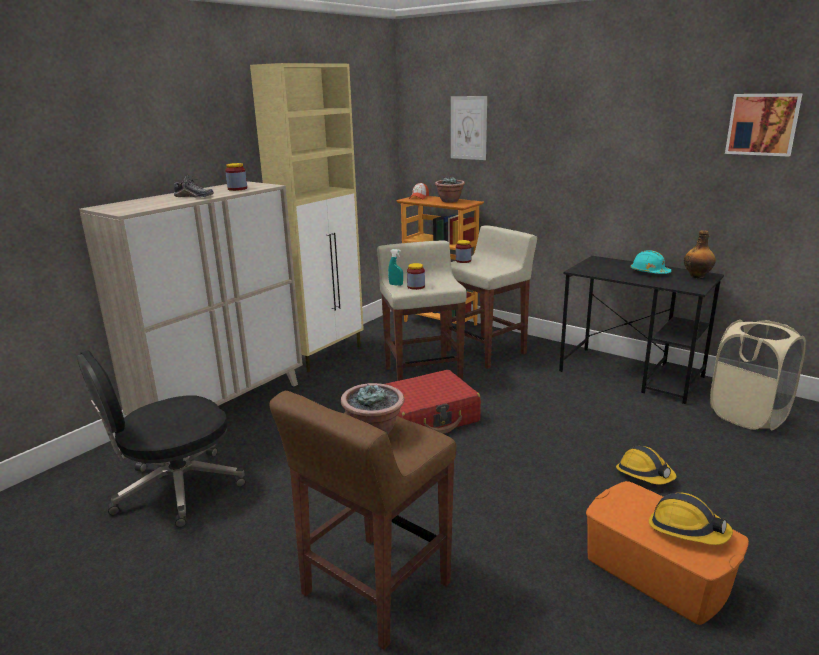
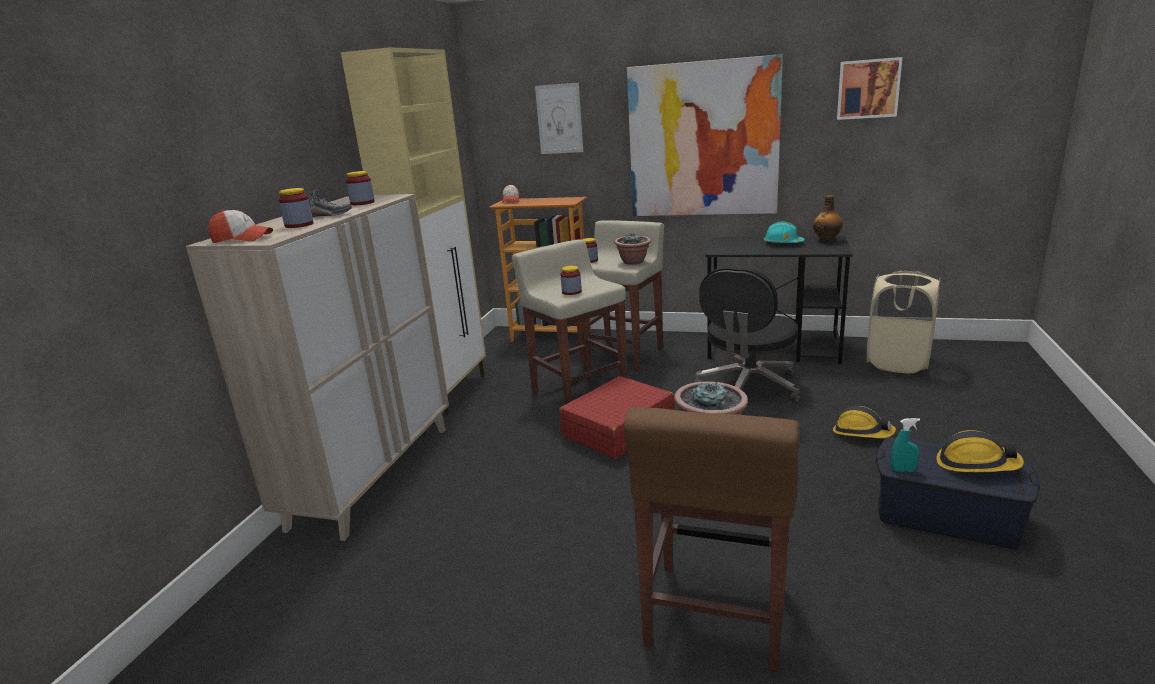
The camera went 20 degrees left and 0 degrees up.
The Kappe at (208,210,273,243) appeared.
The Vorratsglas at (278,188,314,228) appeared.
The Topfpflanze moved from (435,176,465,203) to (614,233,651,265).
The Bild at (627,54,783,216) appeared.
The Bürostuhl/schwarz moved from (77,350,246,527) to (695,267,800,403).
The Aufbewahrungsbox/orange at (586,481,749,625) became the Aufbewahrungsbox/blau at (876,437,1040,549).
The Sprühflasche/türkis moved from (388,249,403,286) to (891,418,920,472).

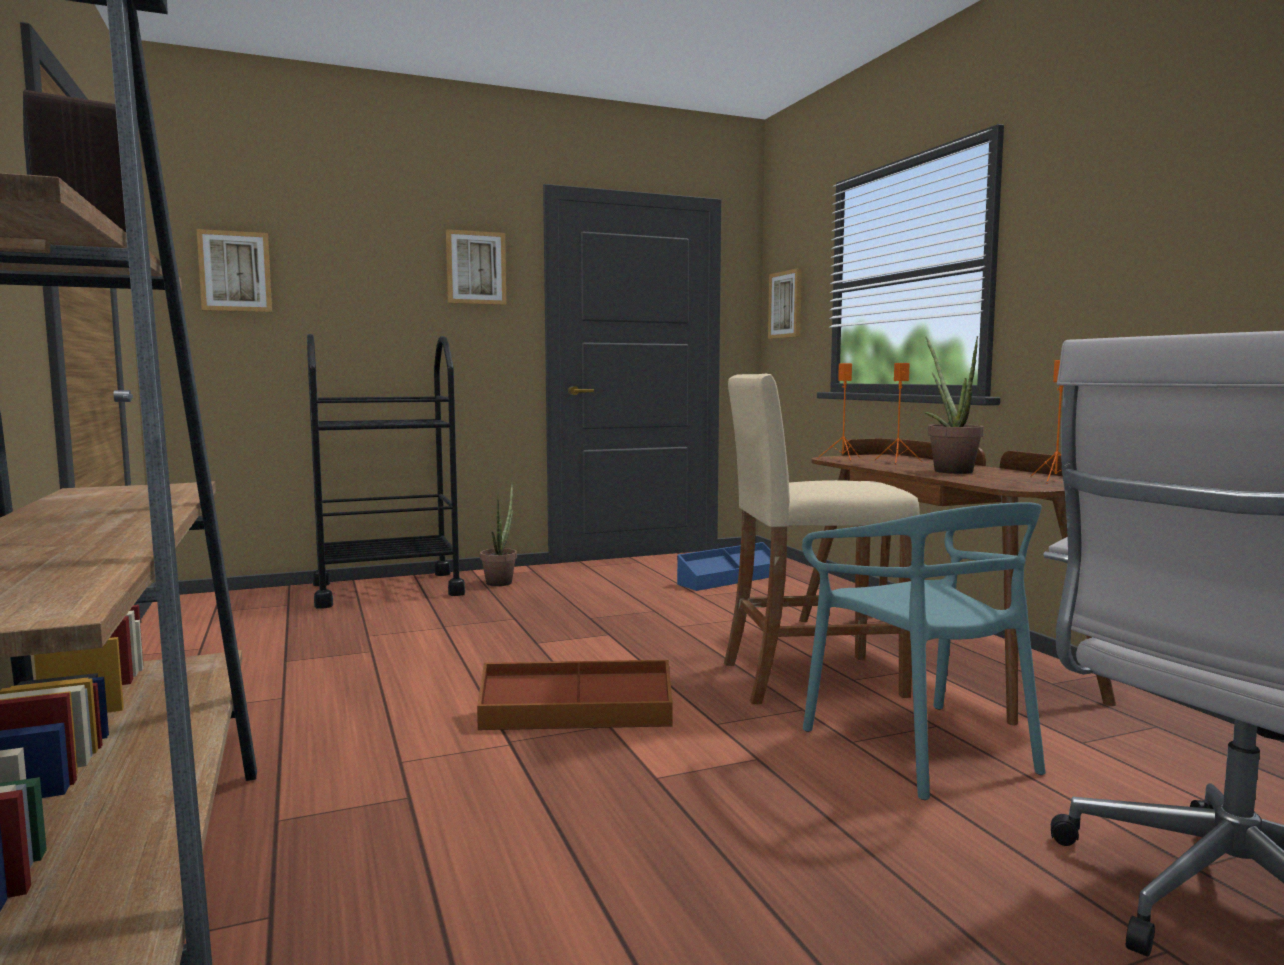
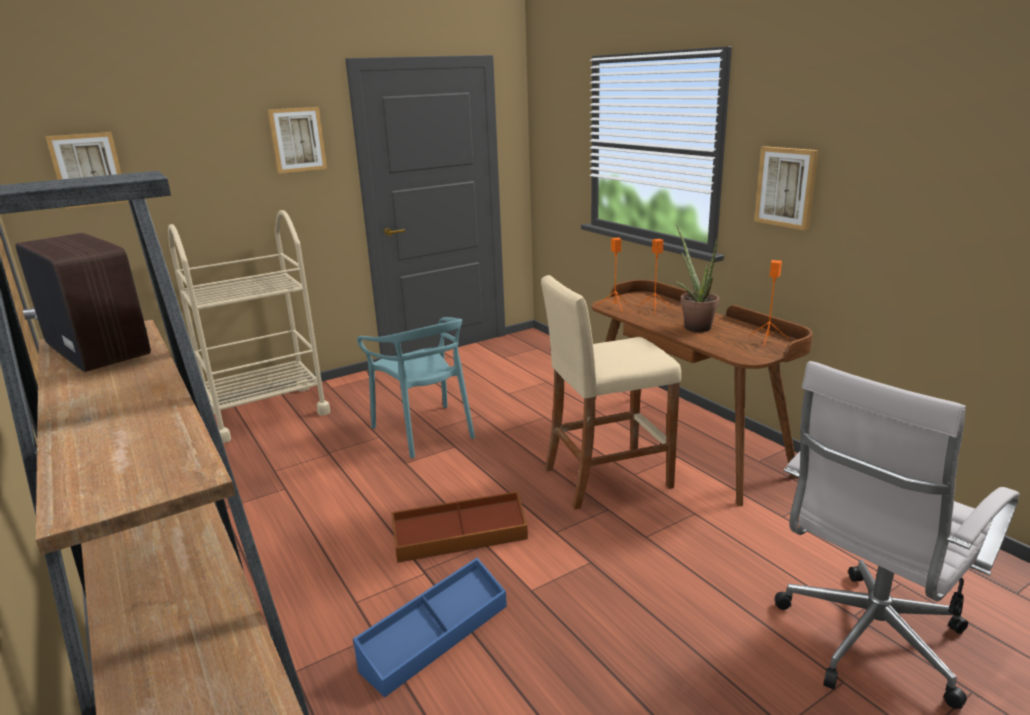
The camera went 10 degrees left and 15 degrees up.
The Rollwagen/schwarz at (307,334,465,609) became the Rollwagen/beige at (168,210,330,443).
The Aufbewahrungsbox/blau moved from (677,542,771,591) to (353,558,507,697).
The Stuhl/türkis moved from (802,502,1046,800) to (357,317,475,458).
The Bild moved from (768,268,802,339) to (754,146,819,230).
The Topfpflanze at (480,484,517,586) disappeared.

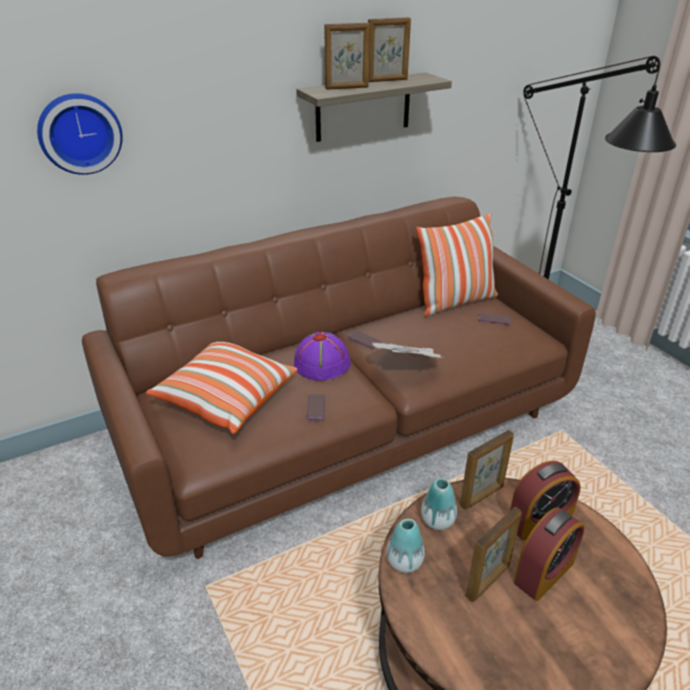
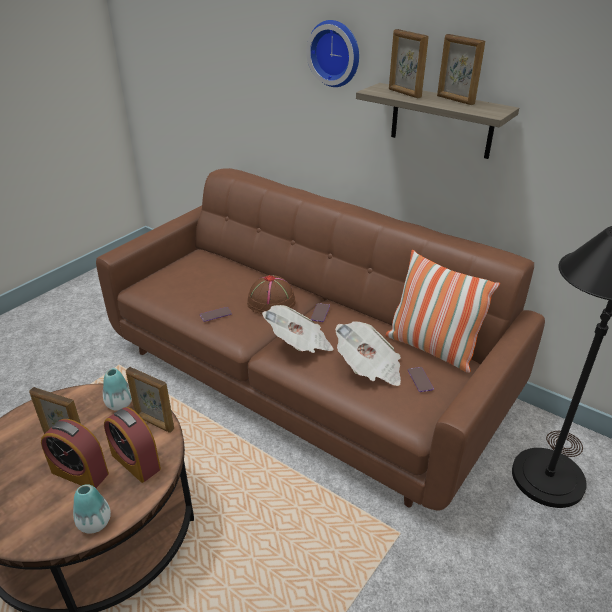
The camera went 65 degrees right and 0 degrees up.
The Vase moved from (386,519,425,573) to (73,484,111,534).
The Hut/lila at (294,332,351,381) became the Hut/braun at (247,275,296,314).
The Wanduhr moved from (37,93,123,175) to (306,20,359,87).
The Zeitung at (335,321,401,386) appeared.
The Kissen at (146,342,297,434) disappeared.

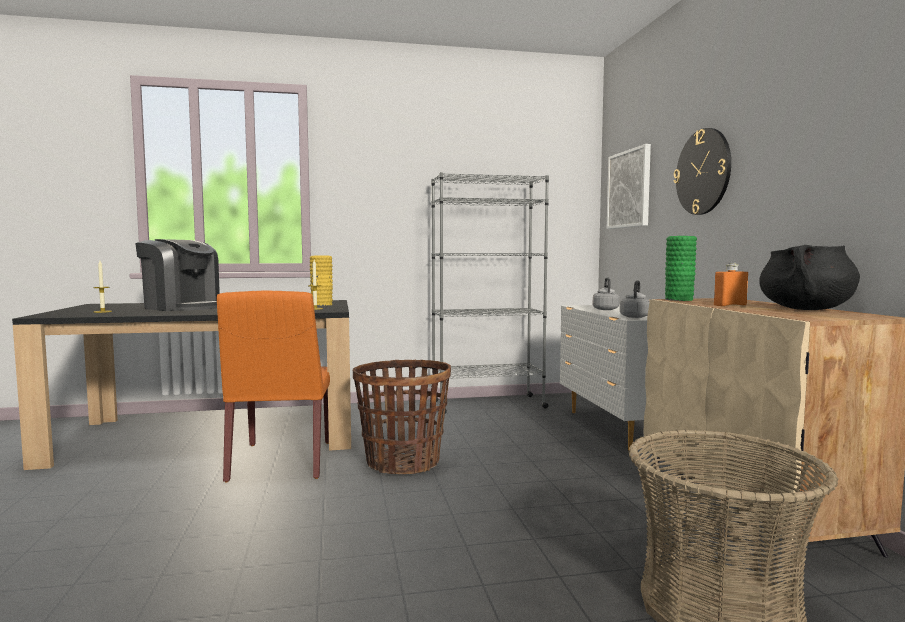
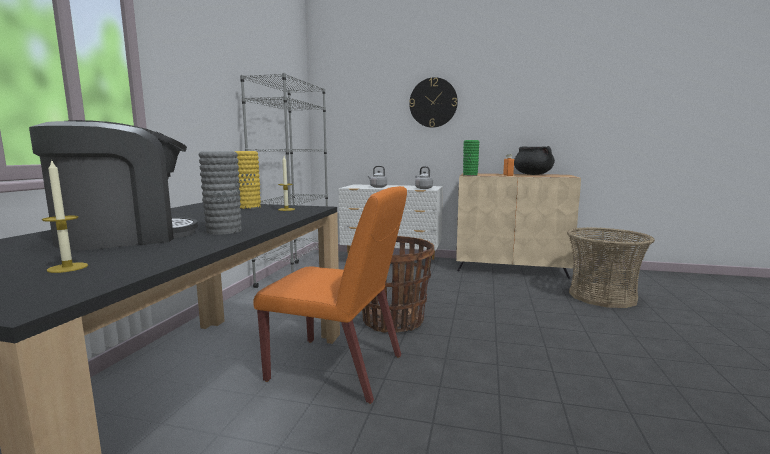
The camera went 65 degrees left and 5 degrees up.
The Vase/grau at (198,151,242,235) appeared.
The Bild at (607,144,651,229) disappeared.

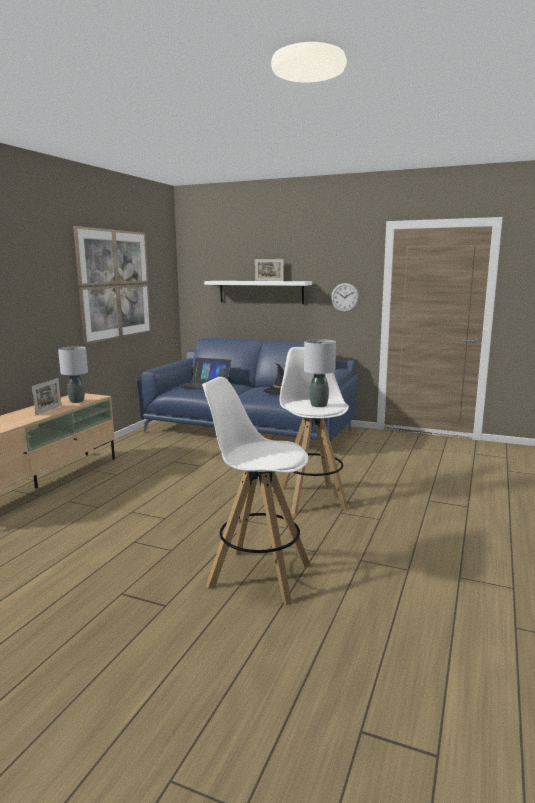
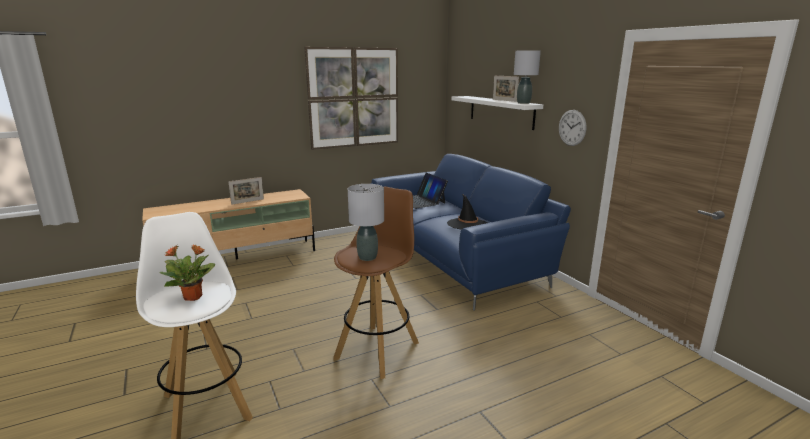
The camera went 40 degrees right and 5 degrees up.
The Topfpflanze at (160,244,215,301) appeared.
The Hocker/weiß at (280,347,349,514) became the Hocker/braun at (333,186,419,379).
The Tischlampe/grau moved from (58,346,88,403) to (514,50,541,104).

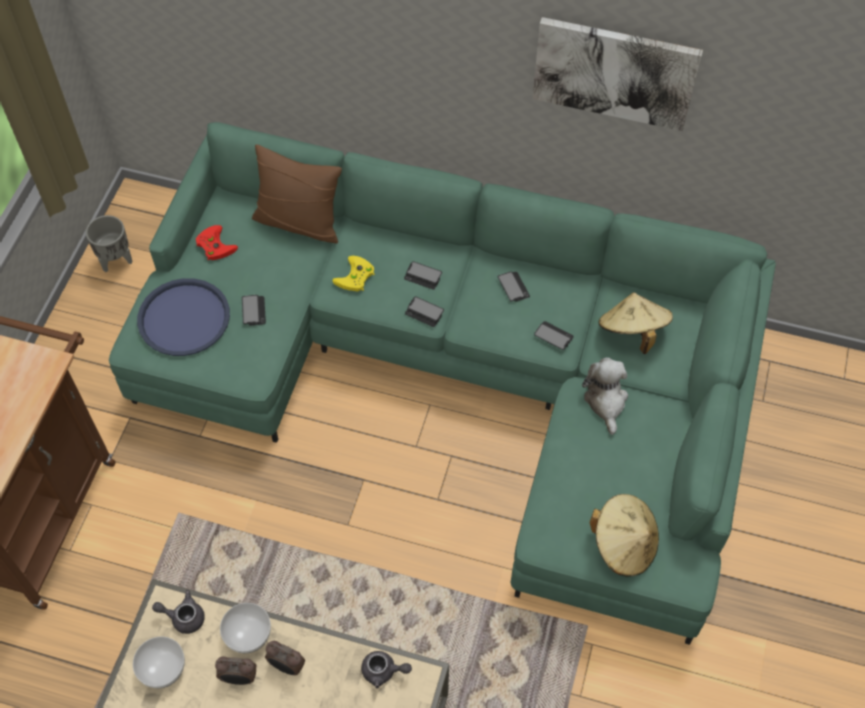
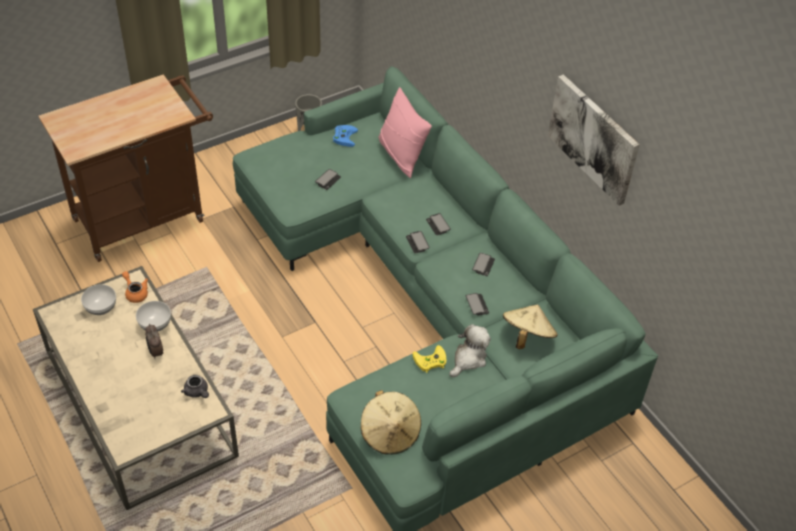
The camera went 40 degrees right and 10 degrees down.
The Teekanne/grau at (152,590,205,634) became the Teekanne/orange at (122,271,148,303).
The Gamepad/rot at (196,225,238,260) became the Gamepad/blau at (333,125,358,147).
The Kissen/braun at (252,144,342,243) became the Kissen/rosa at (379,87,432,178).
The Gamepad/gelb moved from (332,256,375,292) to (412,345,446,373).
The Tablett/blau at (137,278,230,356) disappeared.
The Wecker at (215,656,257,685) disappeared.

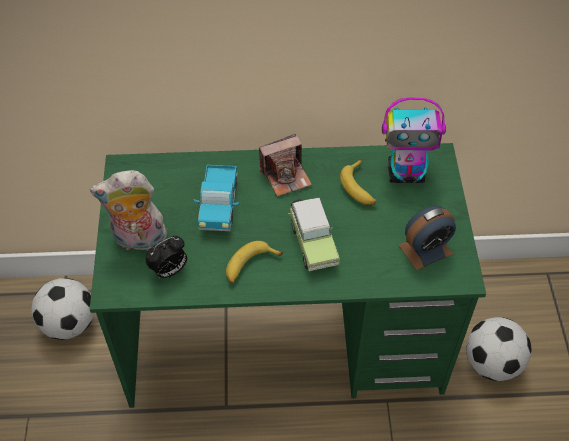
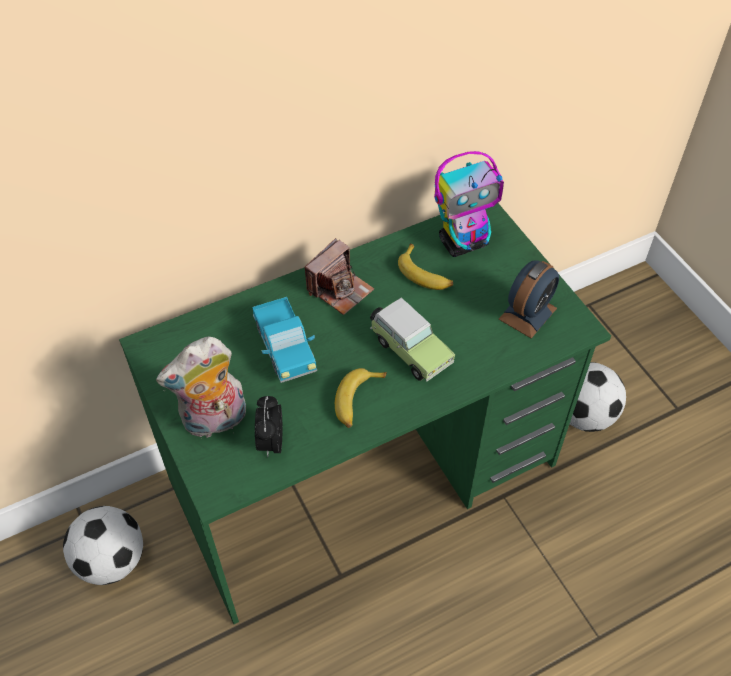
The camera went 25 degrees left and 0 degrees up.
The Wecker at (145,236,187,279) turned 150 degrees clockwise.

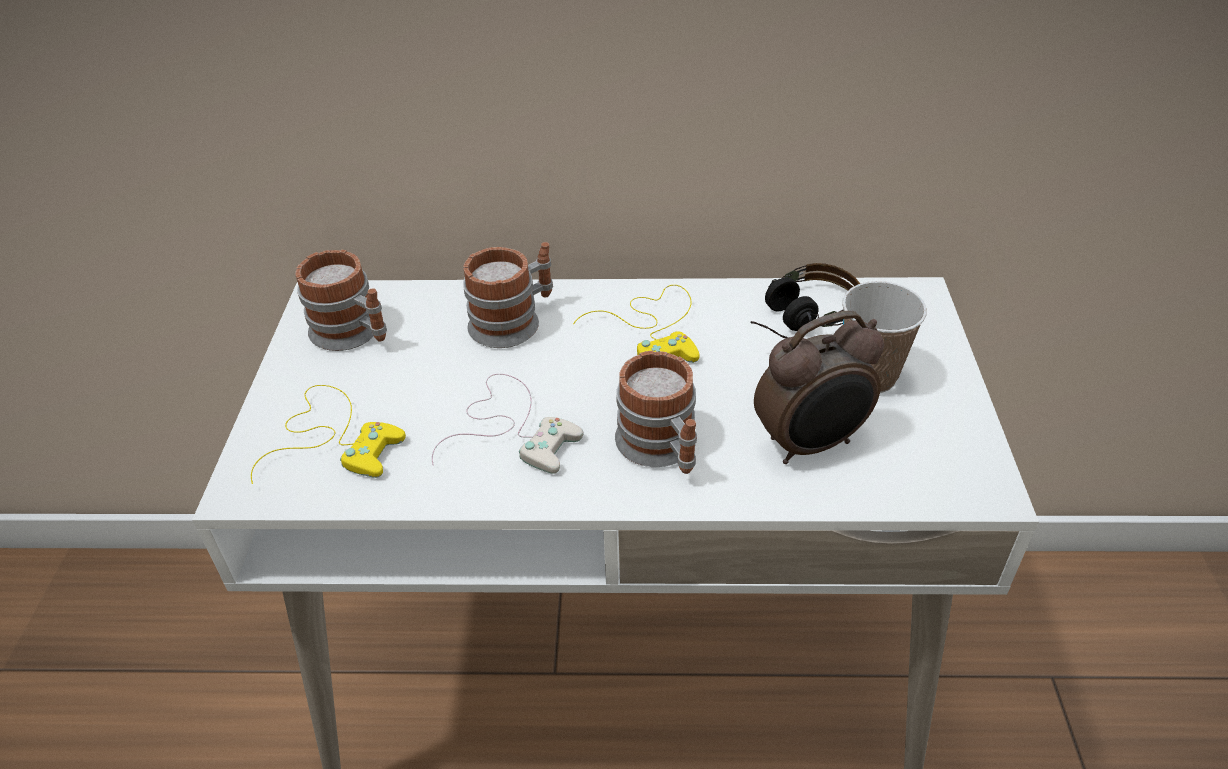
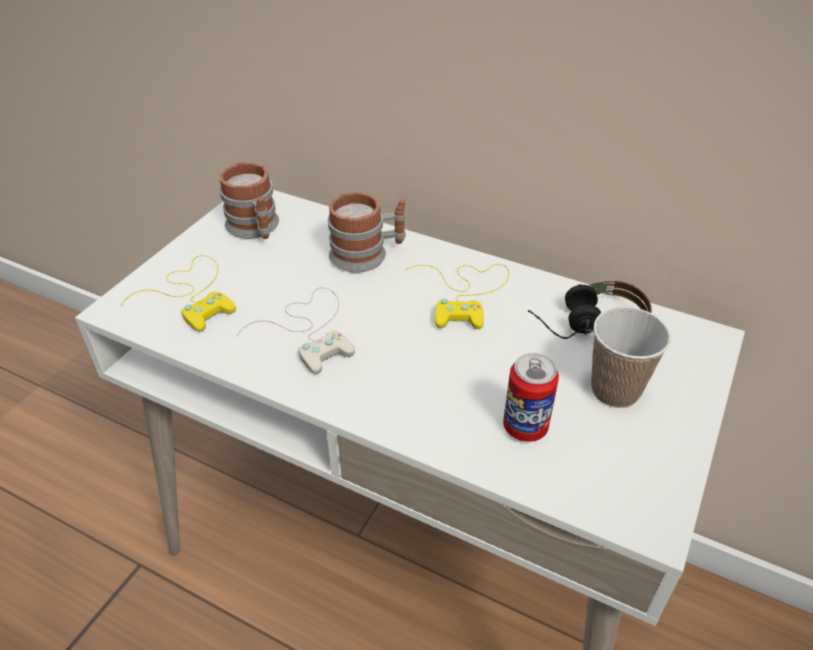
The camera went 25 degrees right and 0 degrees up.
The Wecker at (754,311,884,464) was replaced by the Dose at (503,353,559,442).
The Henkelbecher at (615,351,697,474) disappeared.

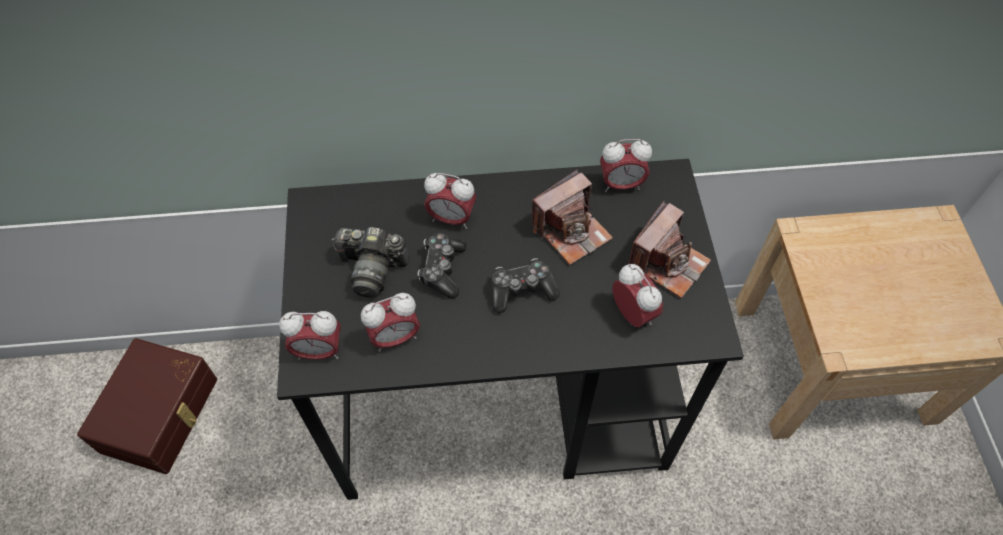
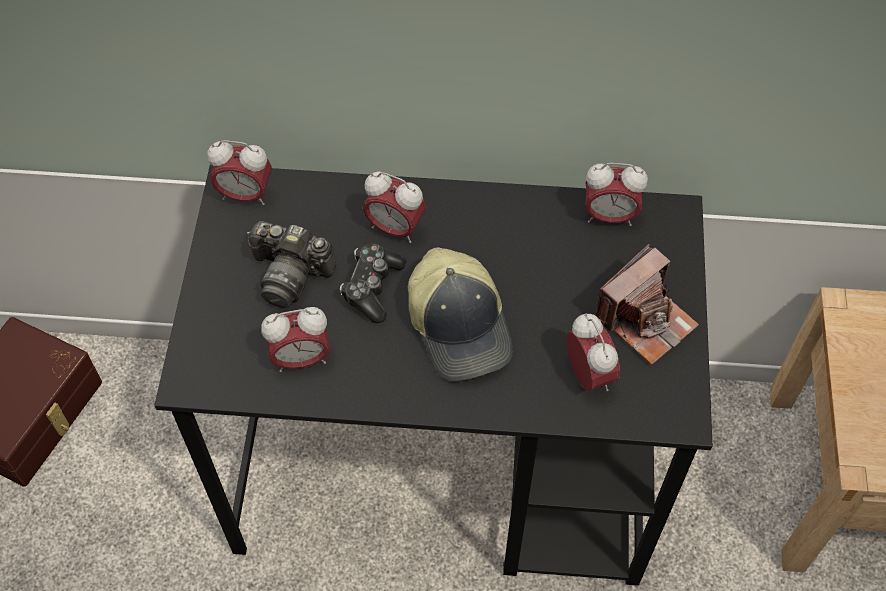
The camera went 10 degrees right and 0 degrees up.
The Wecker moved from (279,311,341,360) to (207,140,272,205).
The Gamepad at (492,258,559,313) was replaced by the Kappe at (408,247,513,382).
The Kamera at (532,169,613,265) disappeared.

